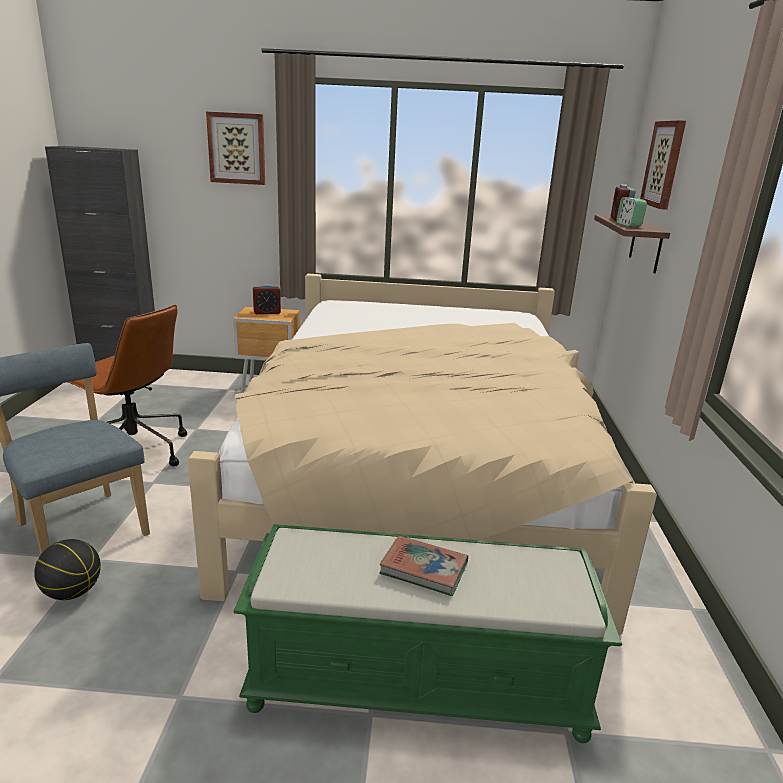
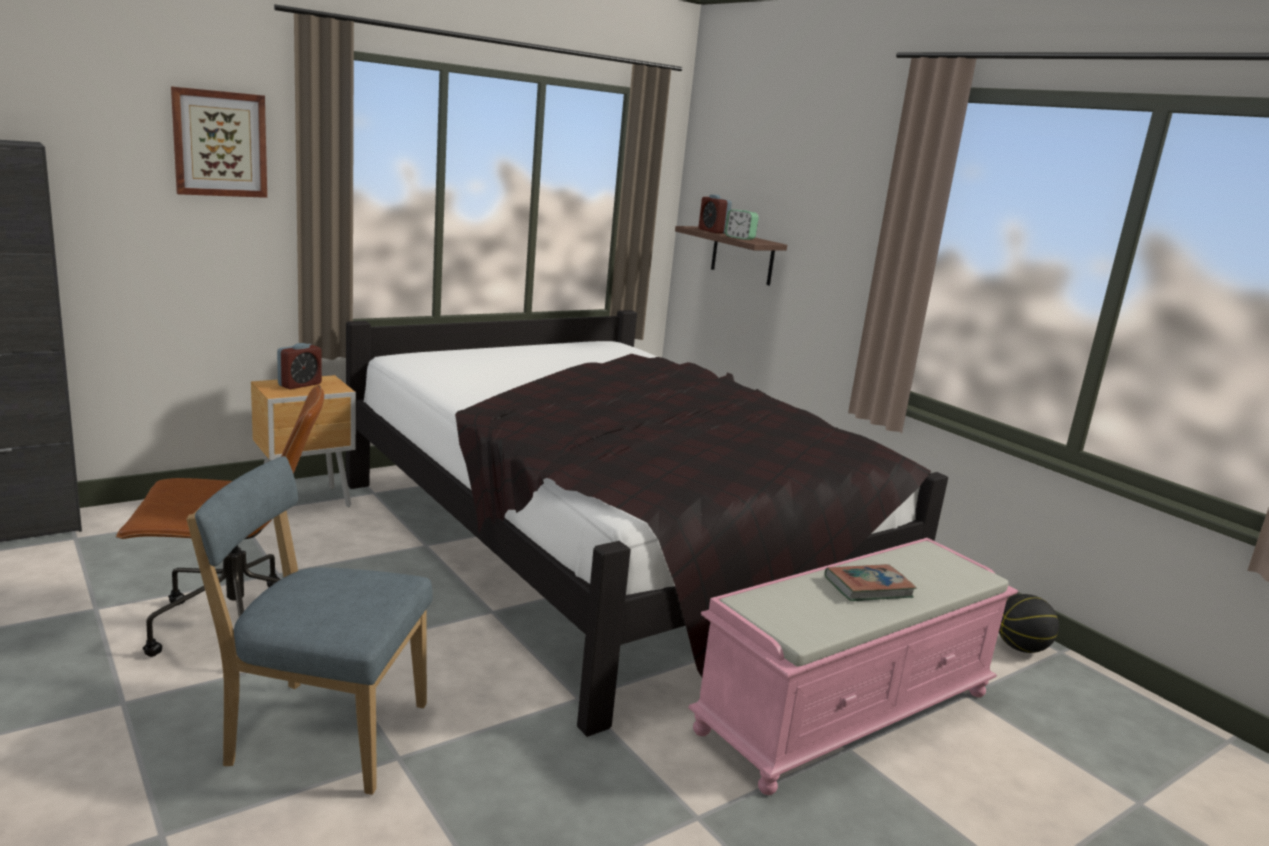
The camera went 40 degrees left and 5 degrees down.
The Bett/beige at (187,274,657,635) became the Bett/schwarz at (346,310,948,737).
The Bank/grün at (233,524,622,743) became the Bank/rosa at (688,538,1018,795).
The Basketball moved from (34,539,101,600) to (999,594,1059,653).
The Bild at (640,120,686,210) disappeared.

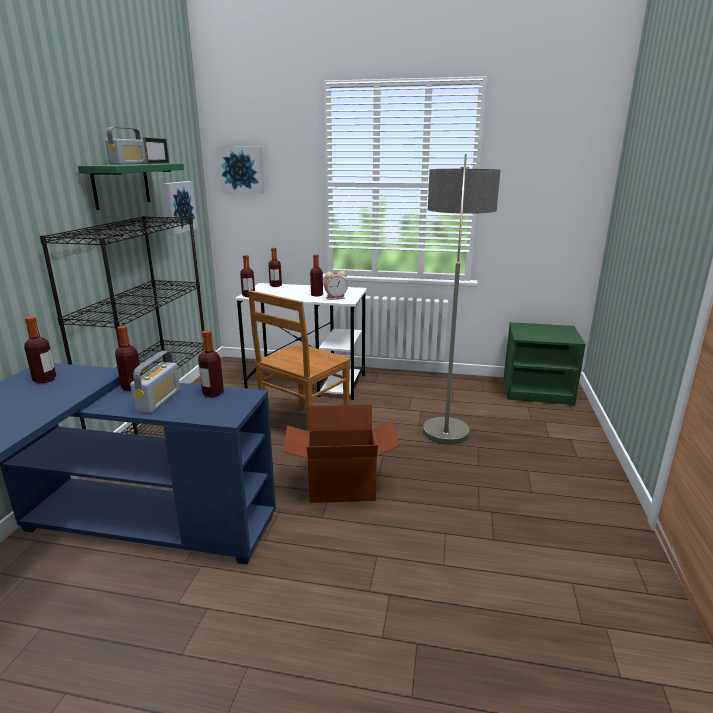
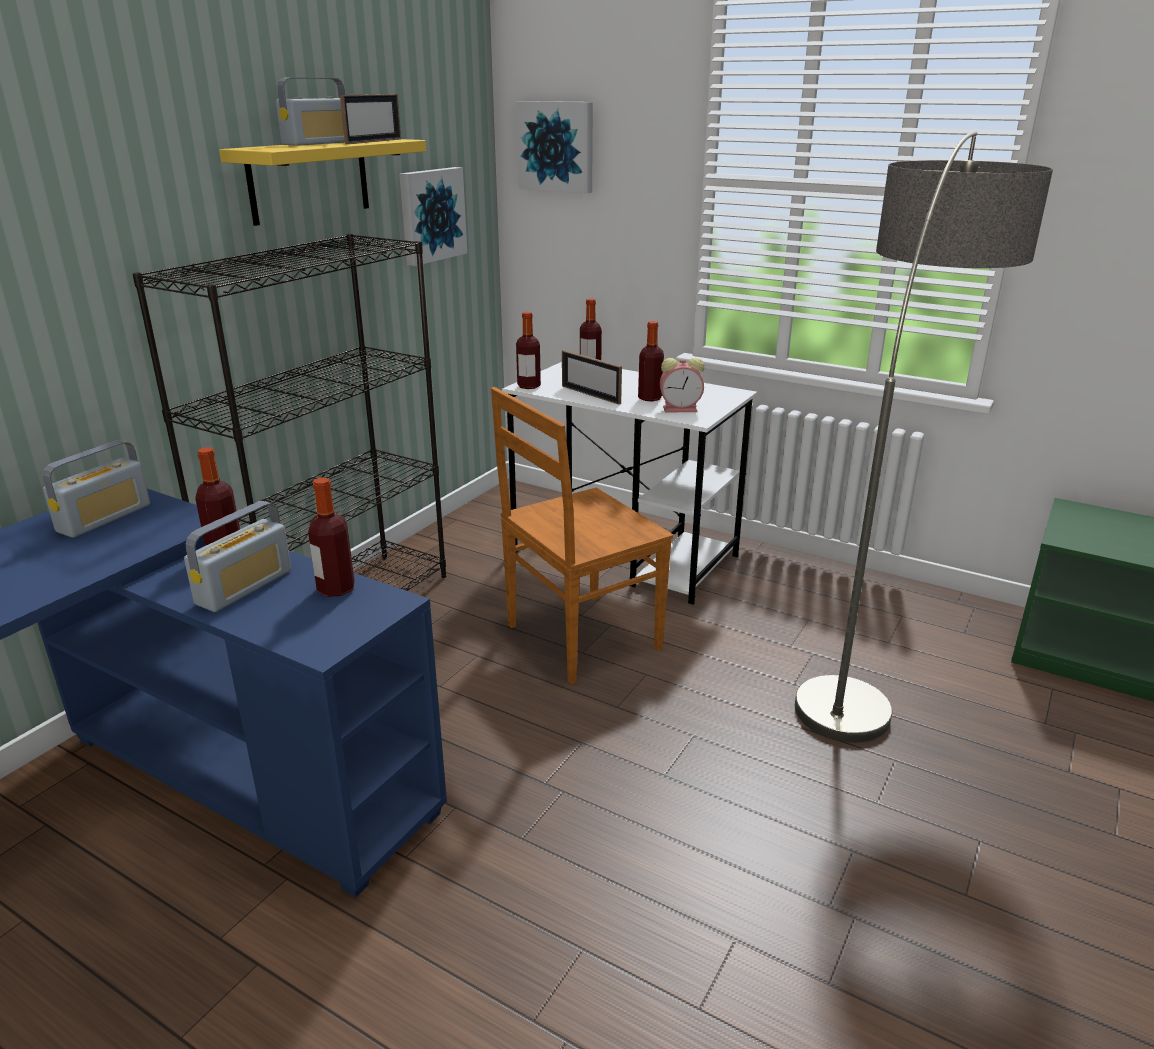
The camera went 20 degrees right and 5 degrees up.
The Flasche at (24,317,56,383) was replaced by the Radio at (43,440,150,538).
The Wandregal/grün at (78,164,184,210) became the Wandregal/gelb at (219,139,426,226).
The Bilderrahmen at (562,350,622,405) appeared.
The Karton at (283,404,400,503) disappeared.

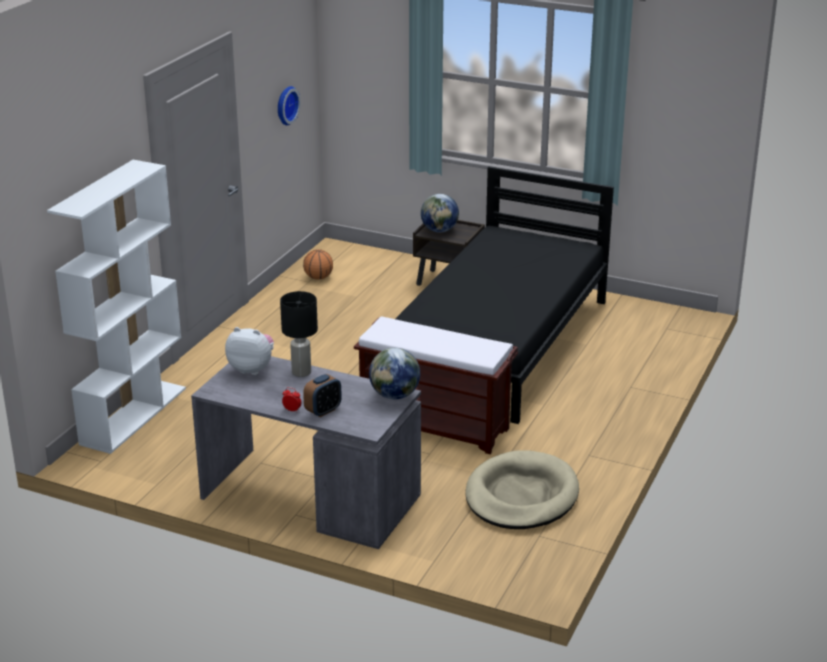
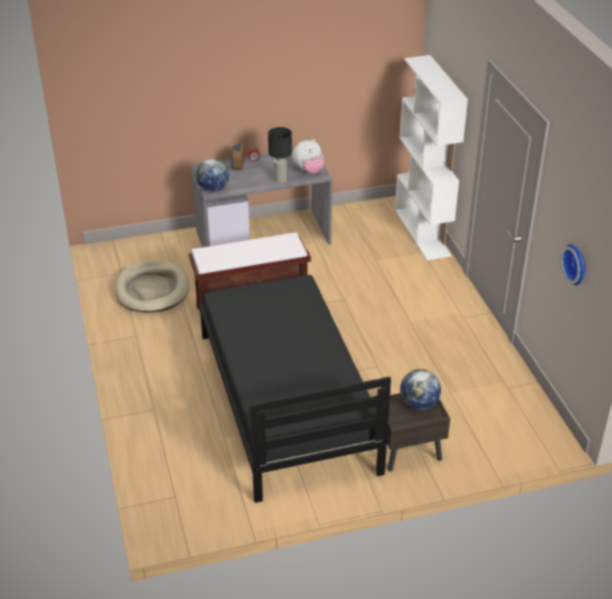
The camera went 140 degrees right and 10 degrees up.
The Basketball at (303,249,333,280) disappeared.

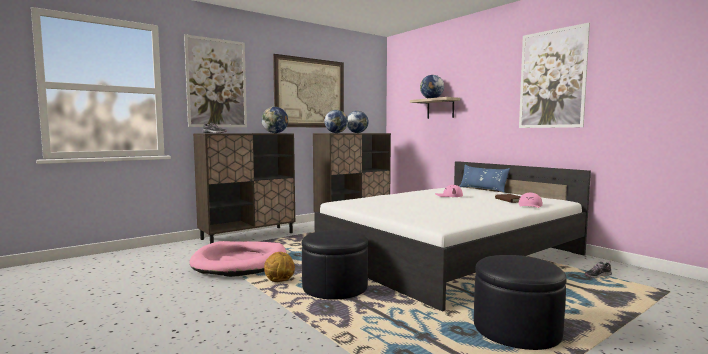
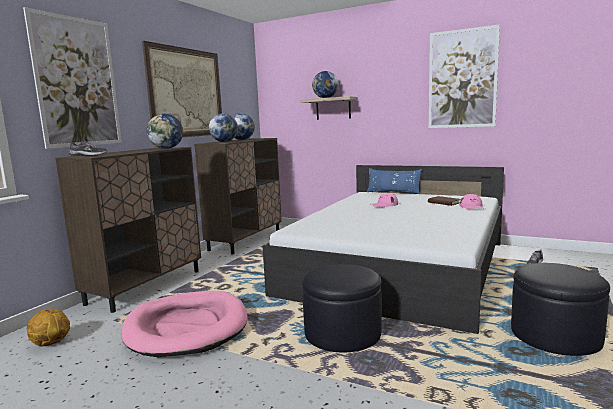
The camera went 25 degrees left and 5 degrees up.
The Basketball moved from (264,252,295,282) to (27,308,70,346).

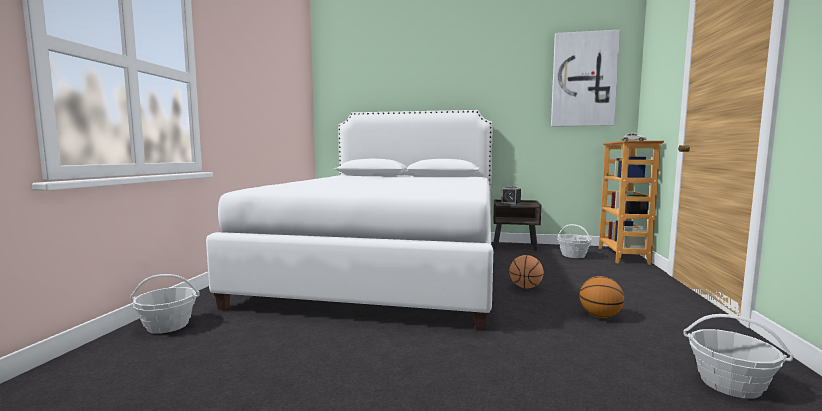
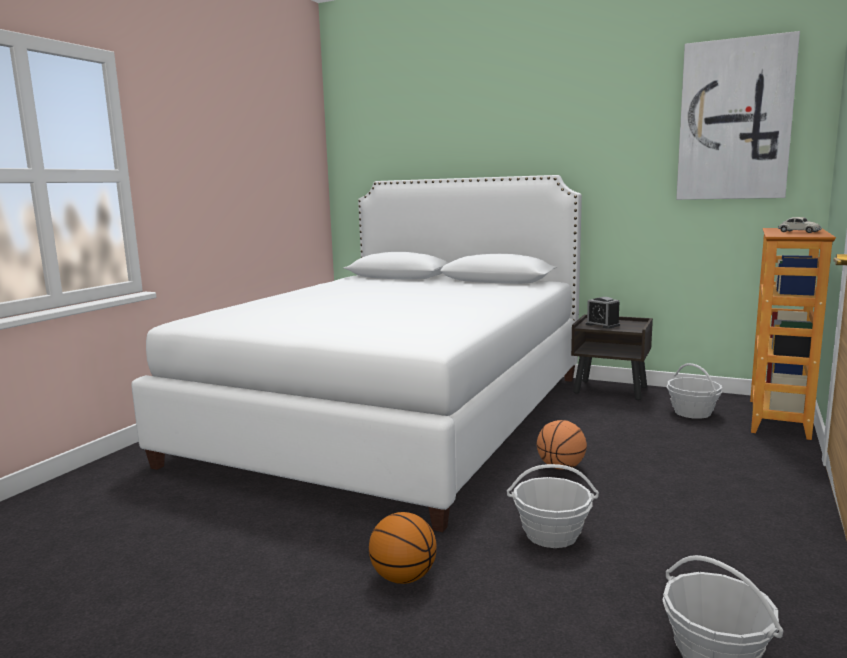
The camera went 15 degrees right and 5 degrees up.
The Basketball moved from (579,276,624,318) to (369,512,437,584).
The Korb moved from (130,274,200,334) to (507,464,599,548).

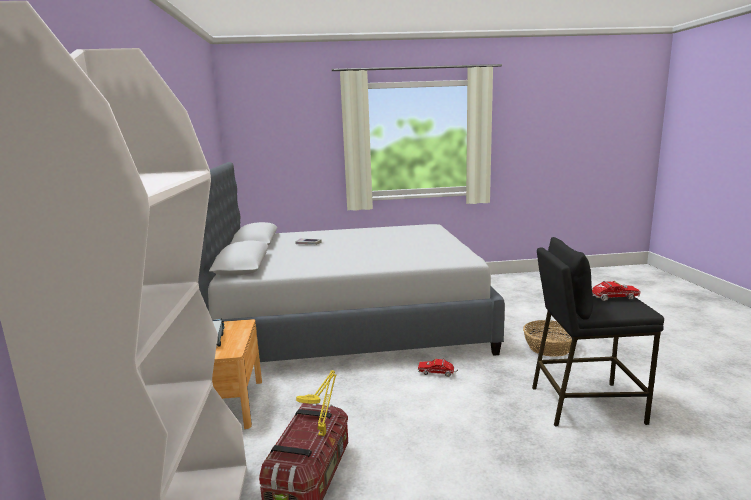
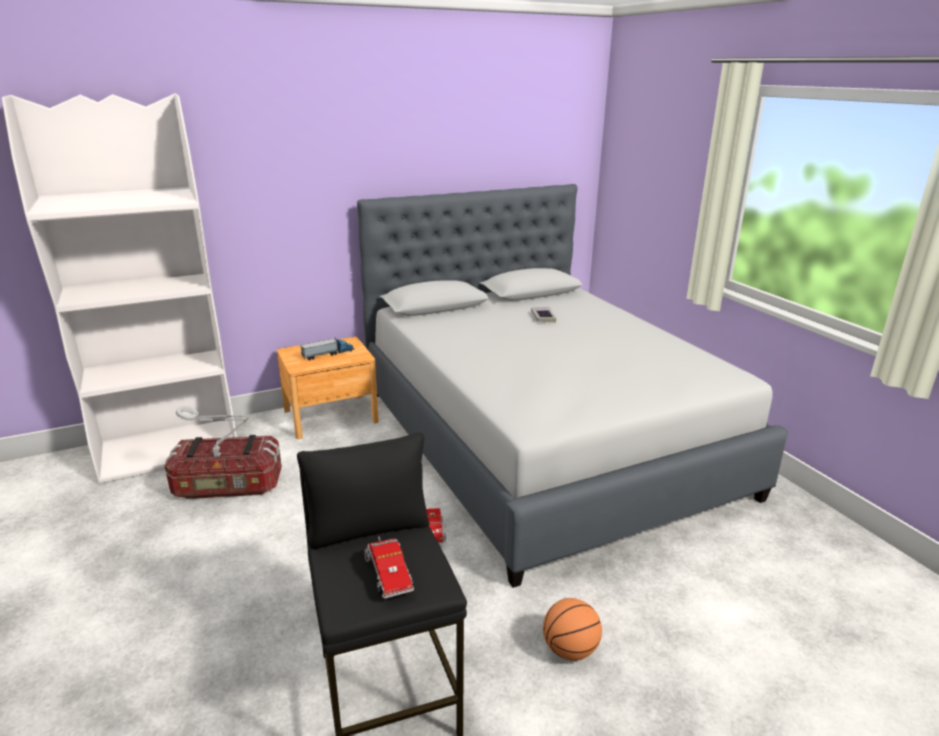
The camera went 70 degrees right and 10 degrees up.
The Tischlampe/gelb at (296,370,337,436) became the Tischlampe/grau at (176,406,249,457).
The Korb at (523,320,572,357) was replaced by the Basketball at (543,598,602,661).

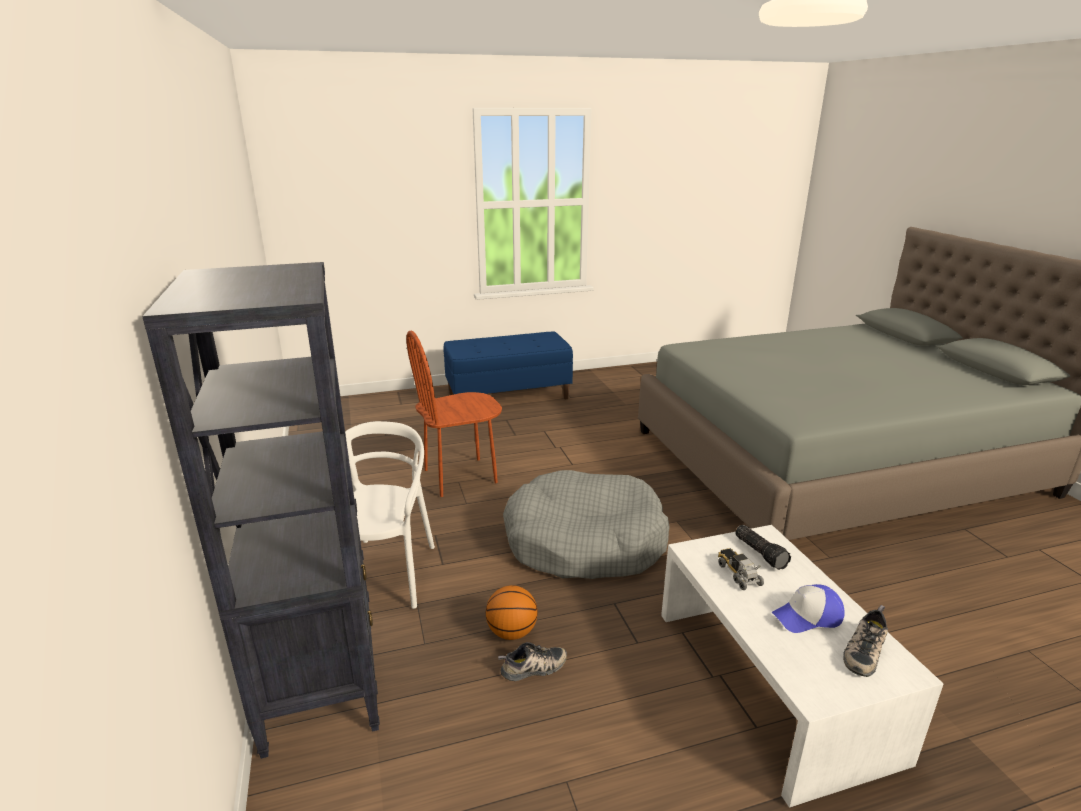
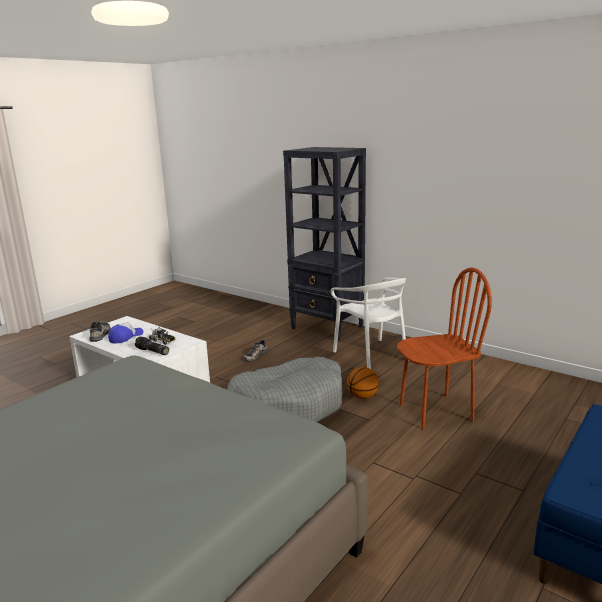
The camera went 145 degrees right and 5 degrees down.
The Basketball moved from (486,585,538,640) to (347,367,379,399).
The Stuhl/braun at (406,331,502,497) turned 45 degrees clockwise.

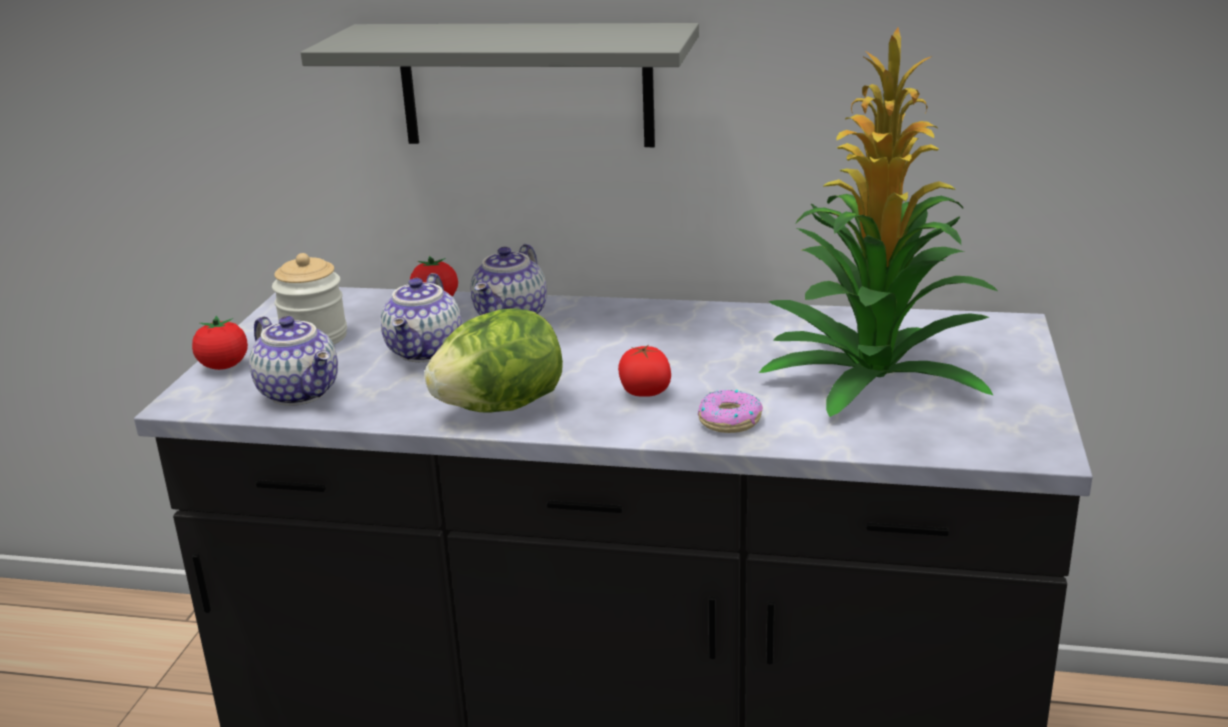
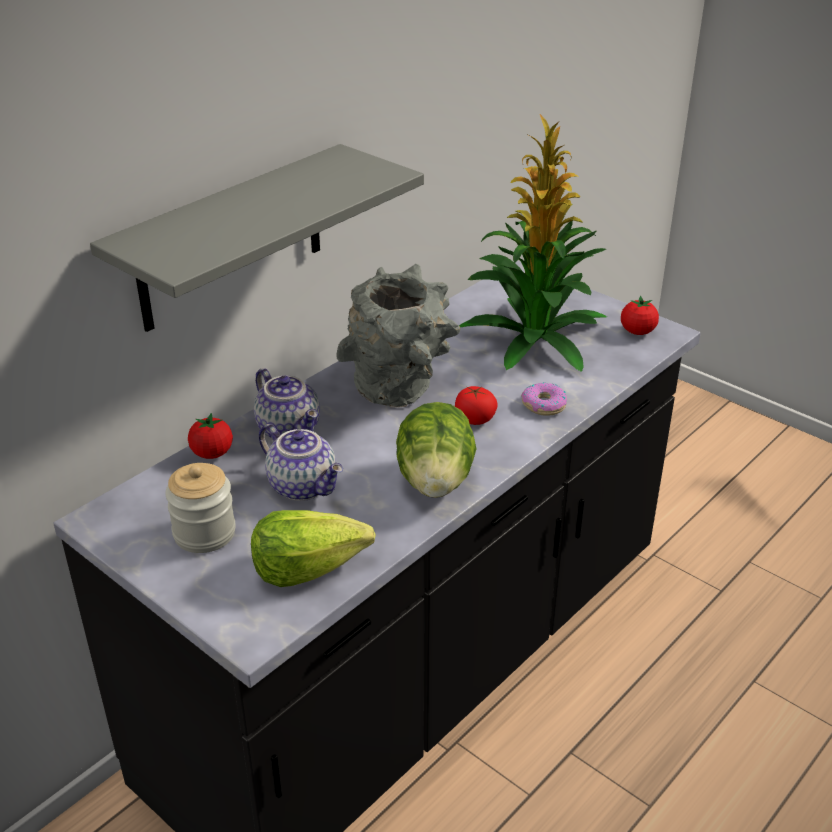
The camera went 60 degrees left and 10 degrees up.
The Teekanne at (249,316,338,406) was replaced by the Salatkopf at (251,510,376,587).
The Vase/grau at (336,264,461,408) appeared.
The Tomate moved from (192,316,248,370) to (621,296,659,335).

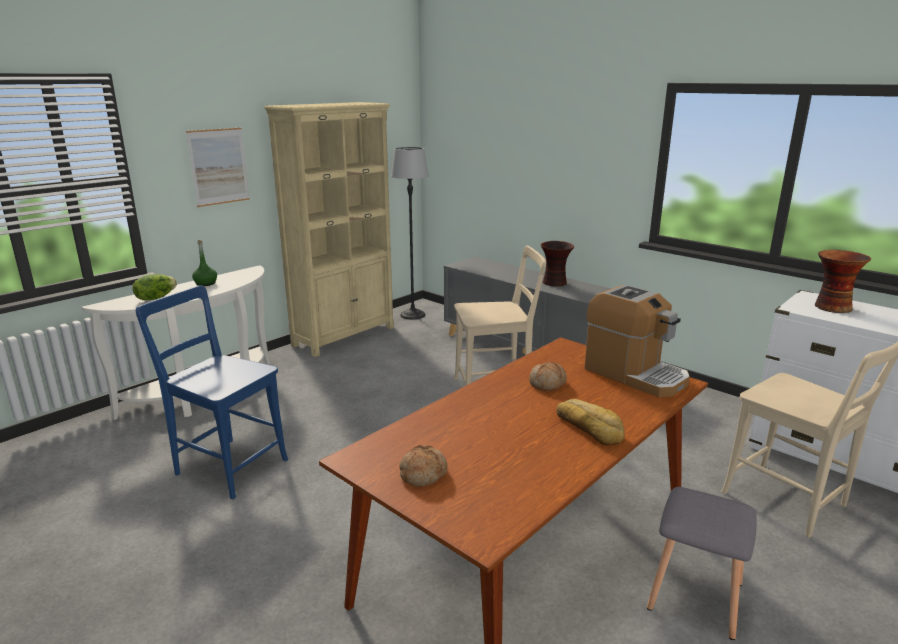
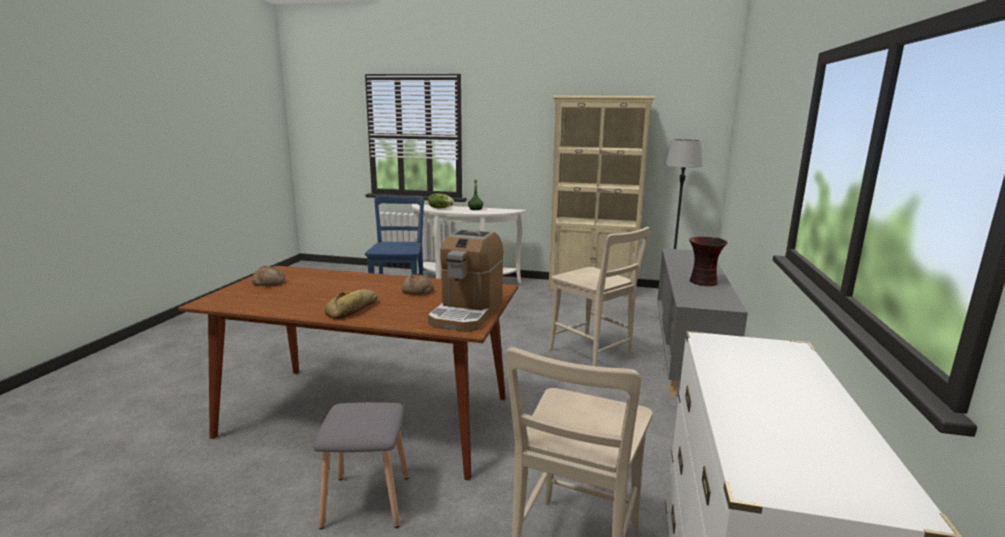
The camera went 60 degrees right and 5 degrees down.
The Bild at (186,128,250,207) disappeared.
The Vase at (815,250,871,313) disappeared.

